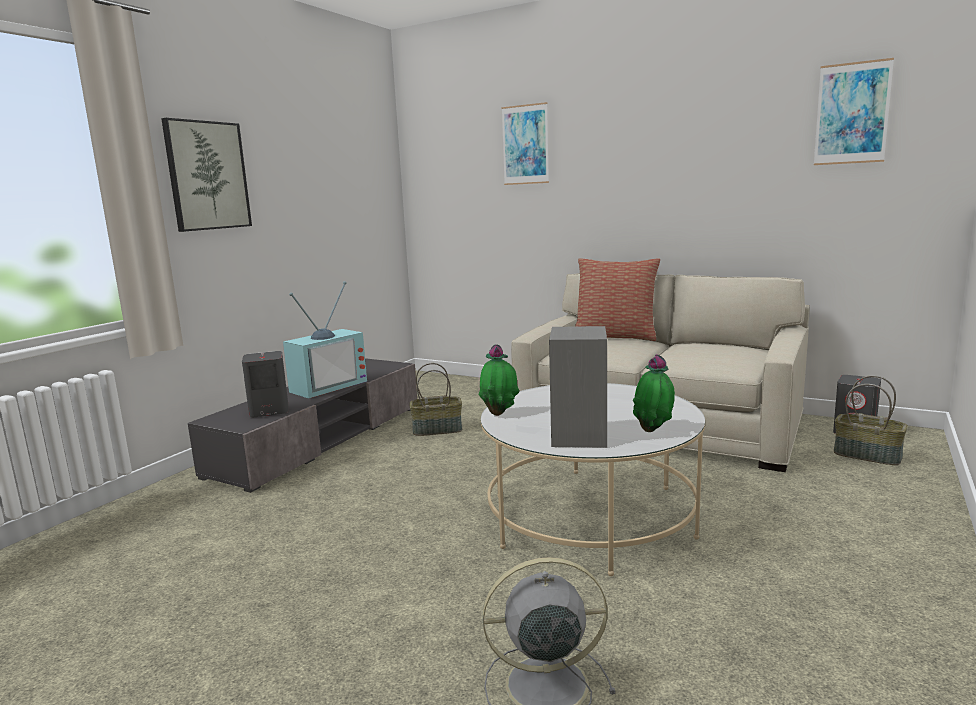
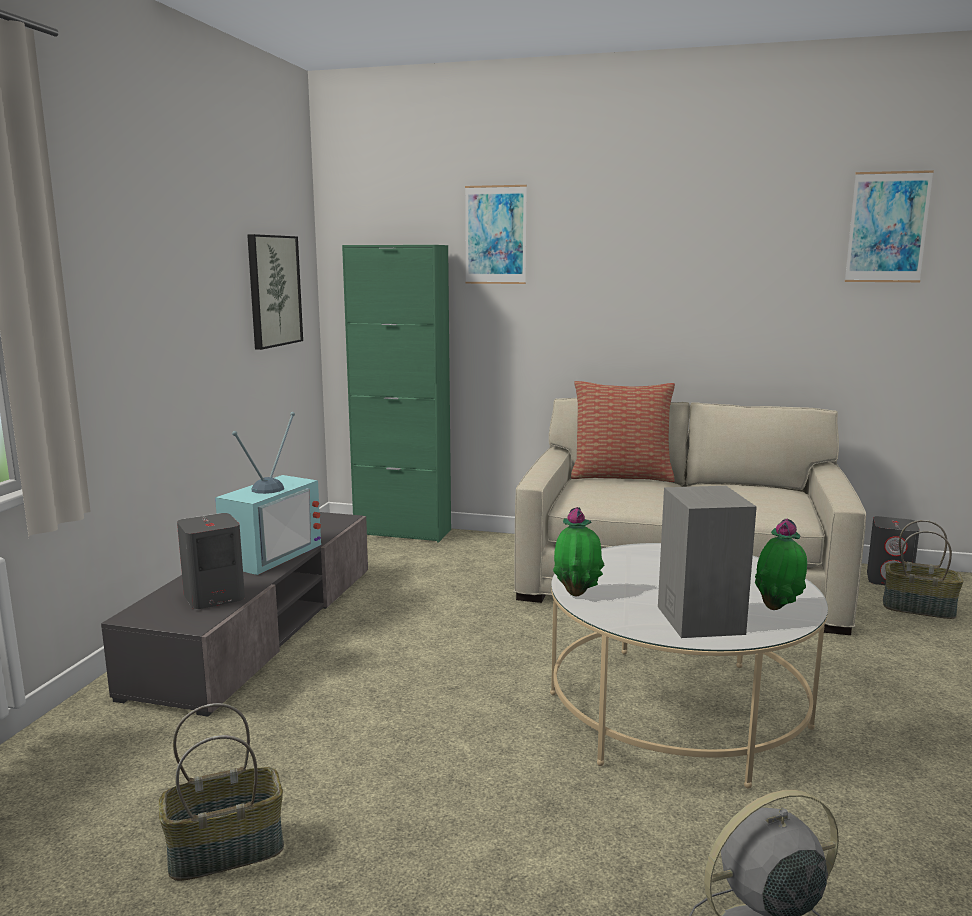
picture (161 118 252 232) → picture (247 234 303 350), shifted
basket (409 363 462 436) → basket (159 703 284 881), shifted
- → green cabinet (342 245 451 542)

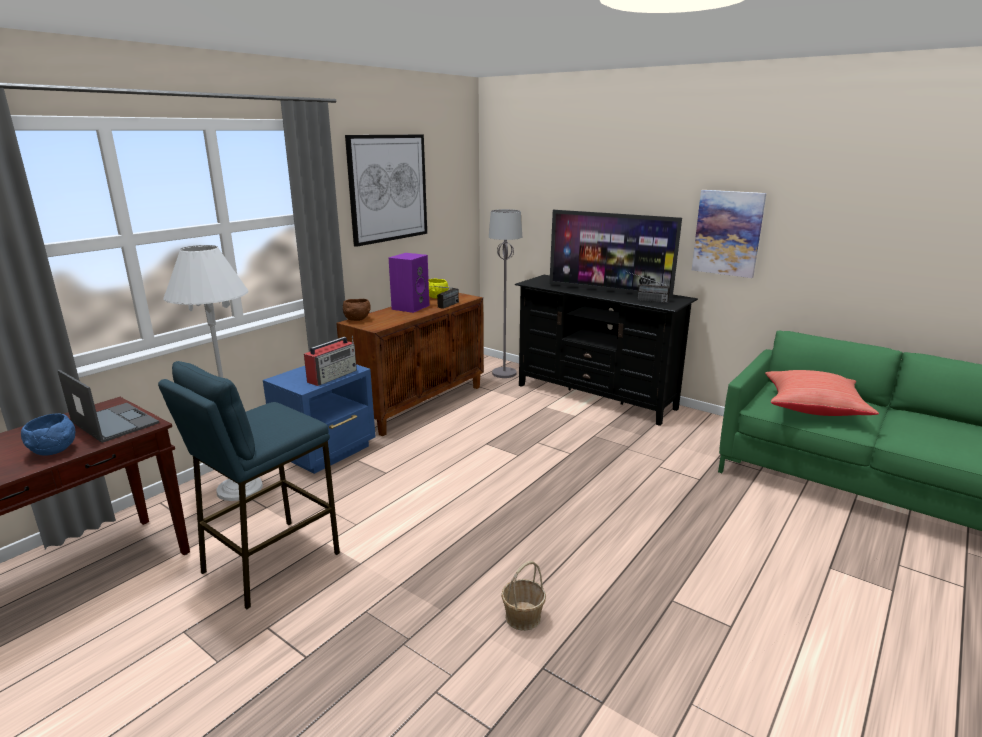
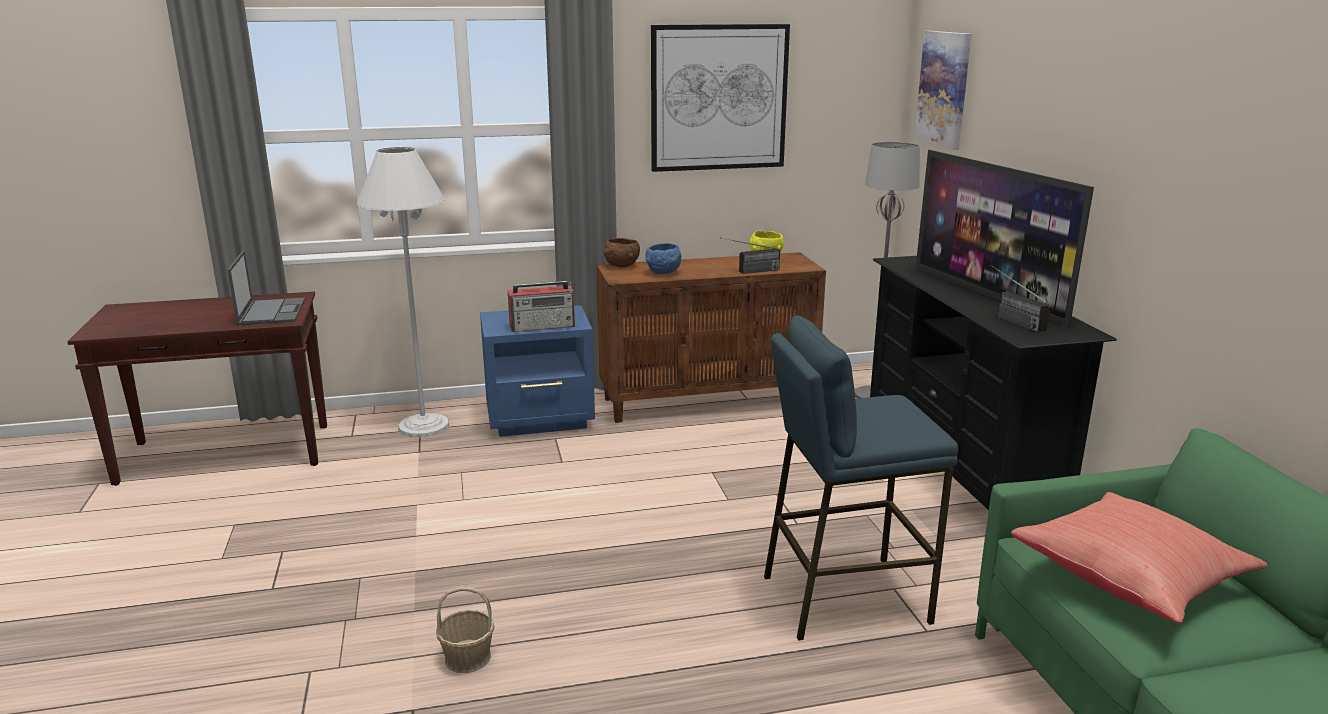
blue bowl (21 413 75 456) → blue bowl (645 243 681 274), shifted
blue stool (158 361 340 609) → blue stool (764 315 958 641), shifted
purple speaker (389 253 429 313) → -
picture (692 190 766 278) → picture (914 31 972 150), shifted

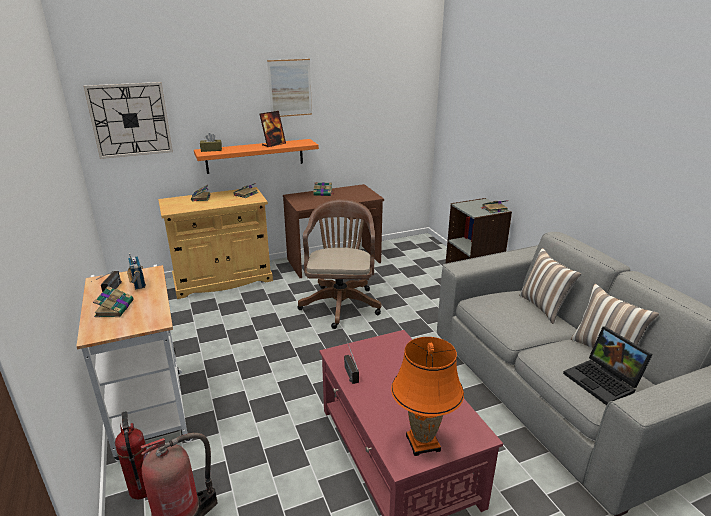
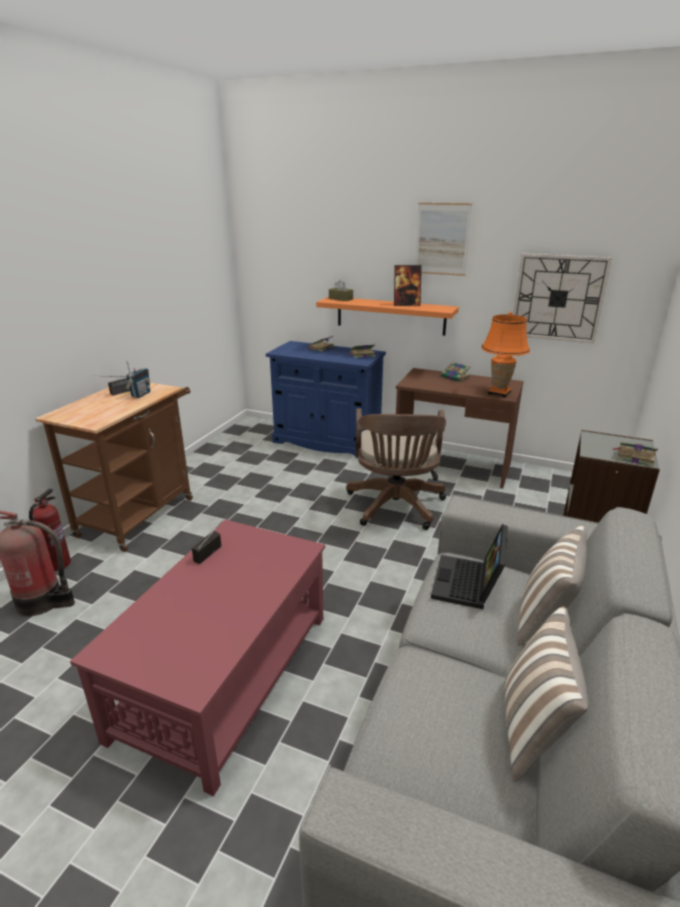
white cart (76 265 193 462) → brown cart (35 383 193 552)
wall clock (83 82 173 159) → wall clock (513 254 612 344), shifted
book (93 286 133 317) → -
beige cabinet (158 187 273 299) → blue cabinet (266 341 386 458)
brown office chair (297 200 382 329) → brown office chair (346 409 446 530), 135 degrees clockwise
orange table lamp (391 337 464 456) → orange table lamp (481 312 530 398), shifted
laptop (563 326 653 405) → laptop (431 524 508 609), shifted

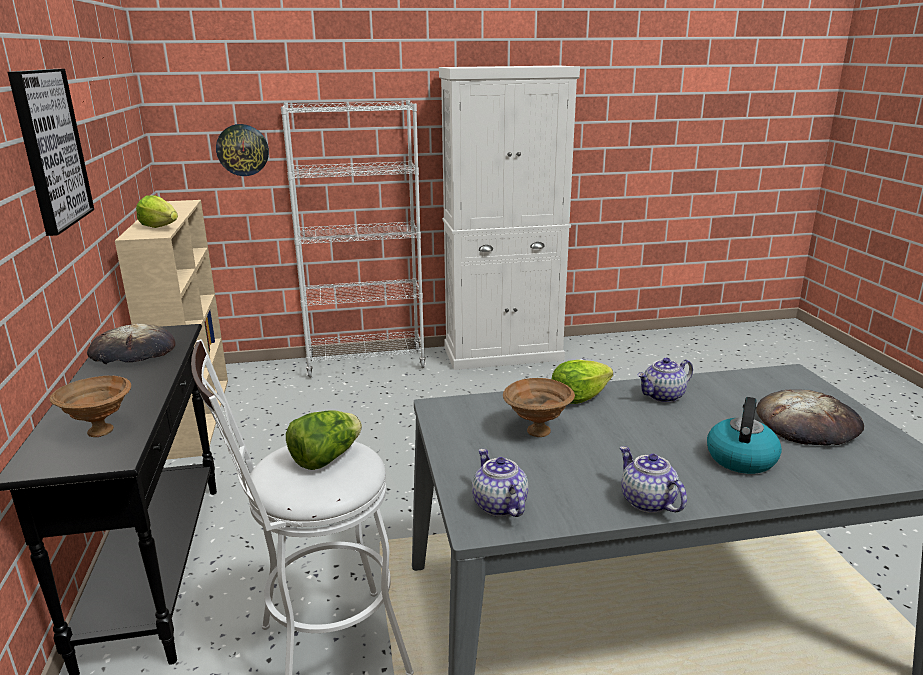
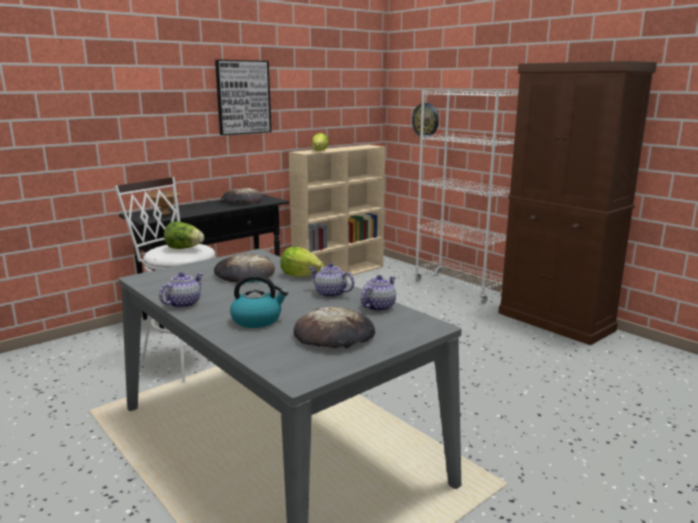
white cabinet (439 66 580 370) → brown cabinet (498 61 657 345)
teapot (472 449 528 517) → teapot (361 275 396 312), shifted
brown bowl (503 378 575 437) → bread (214 253 275 282)

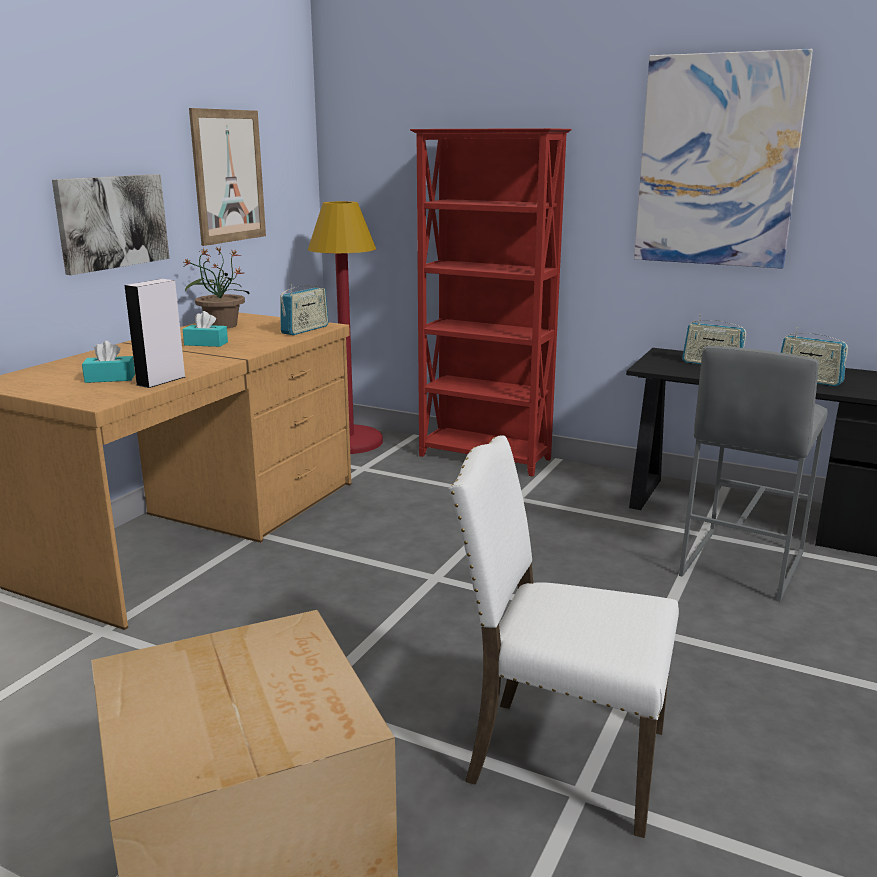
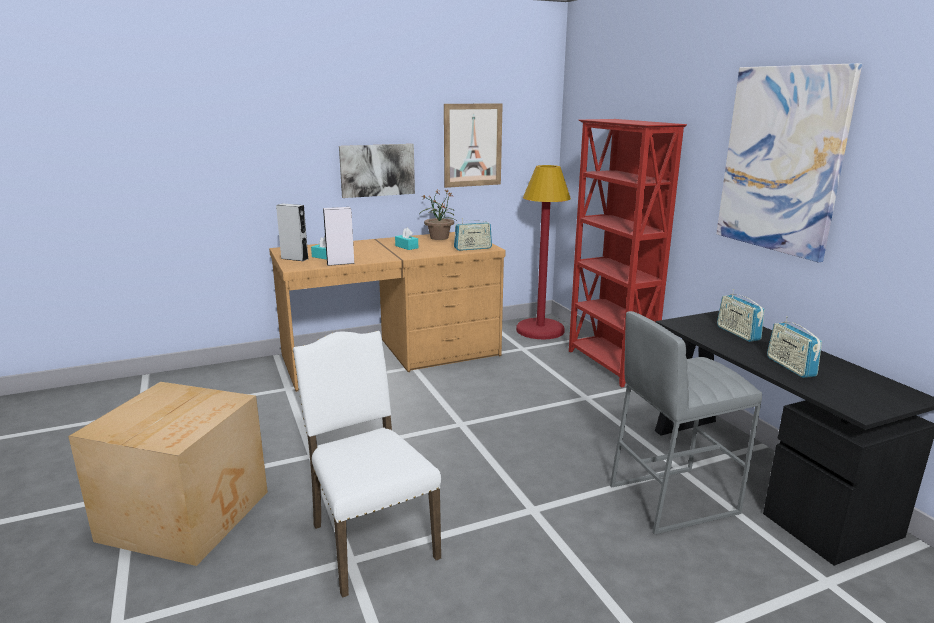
- → grey speaker (276 203 308 261)

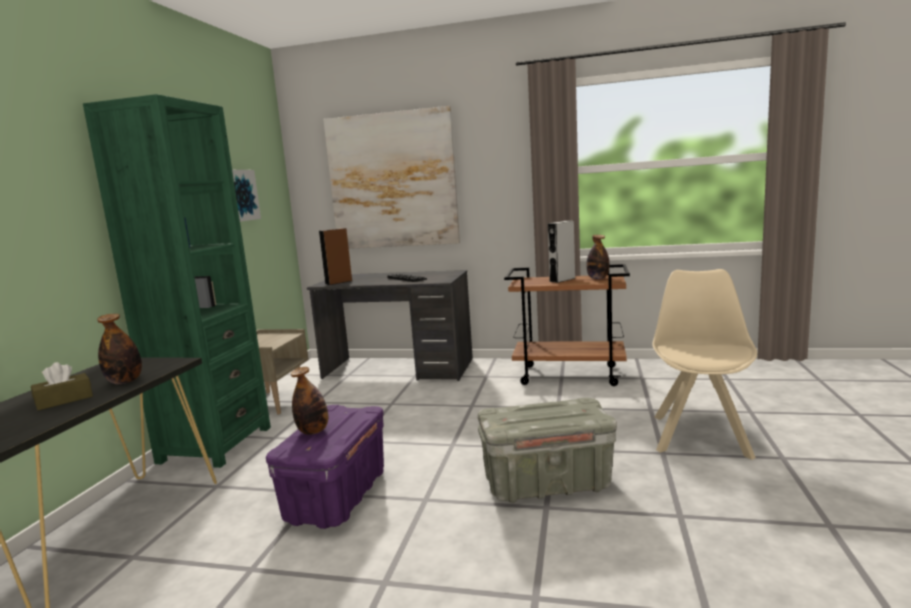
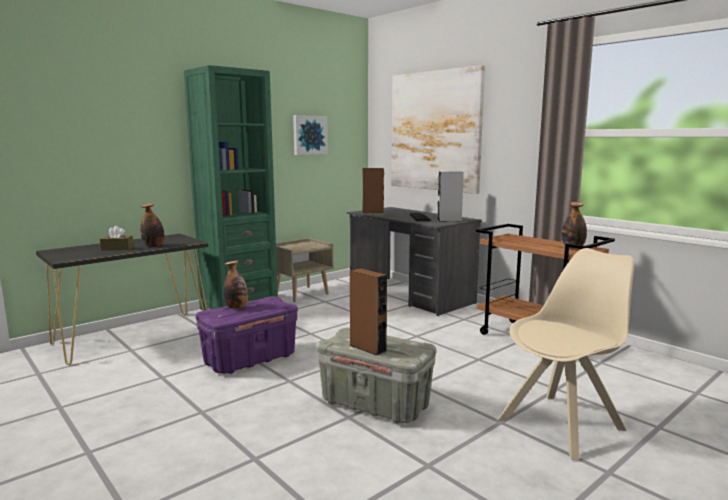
grey speaker (548 221 575 283) → grey speaker (437 171 464 222), shifted
- → brown speaker (350 268 387 356)

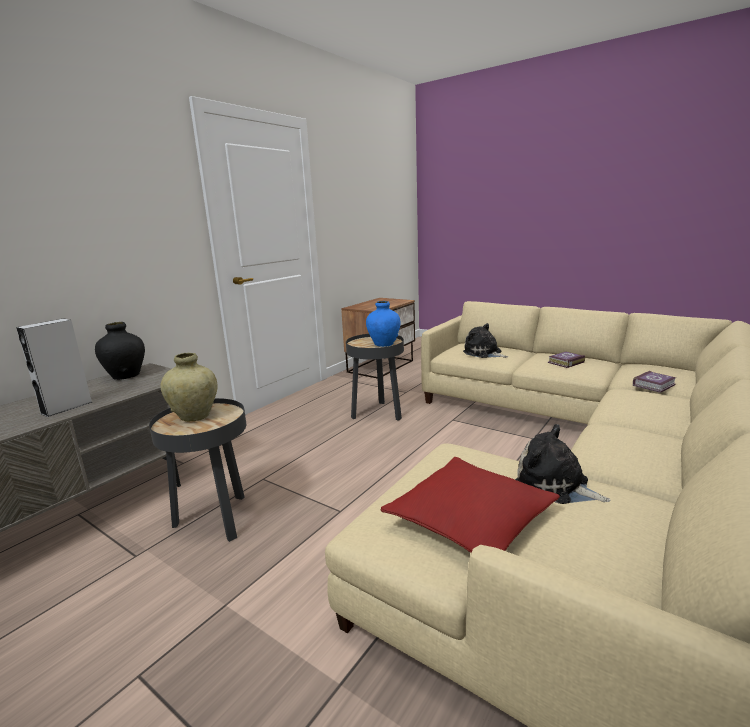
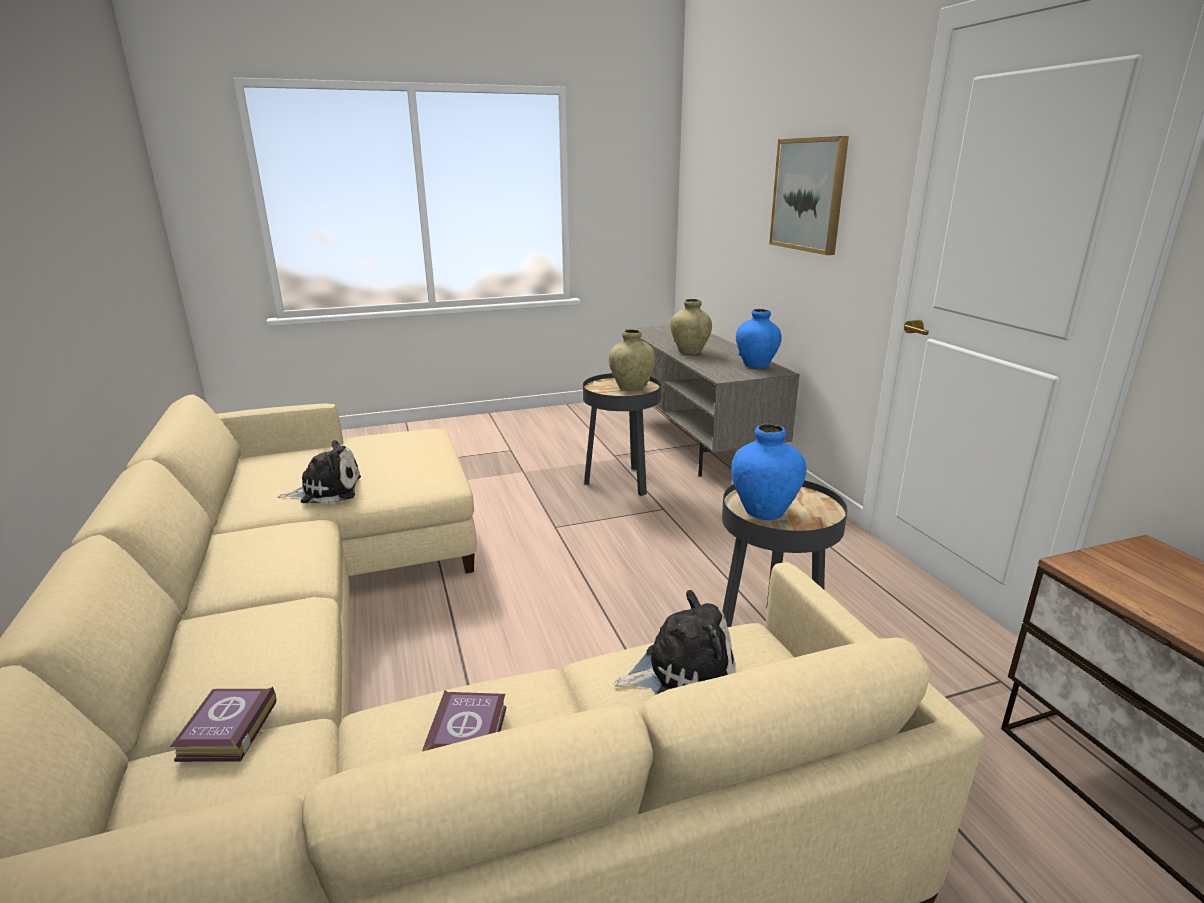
grey speaker (16 319 92 417) → beige vase (670 299 712 354)
black vase (95 322 145 380) → blue vase (736 309 782 368)
red pillow (380 457 560 553) → -
- → picture (769 136 849 255)

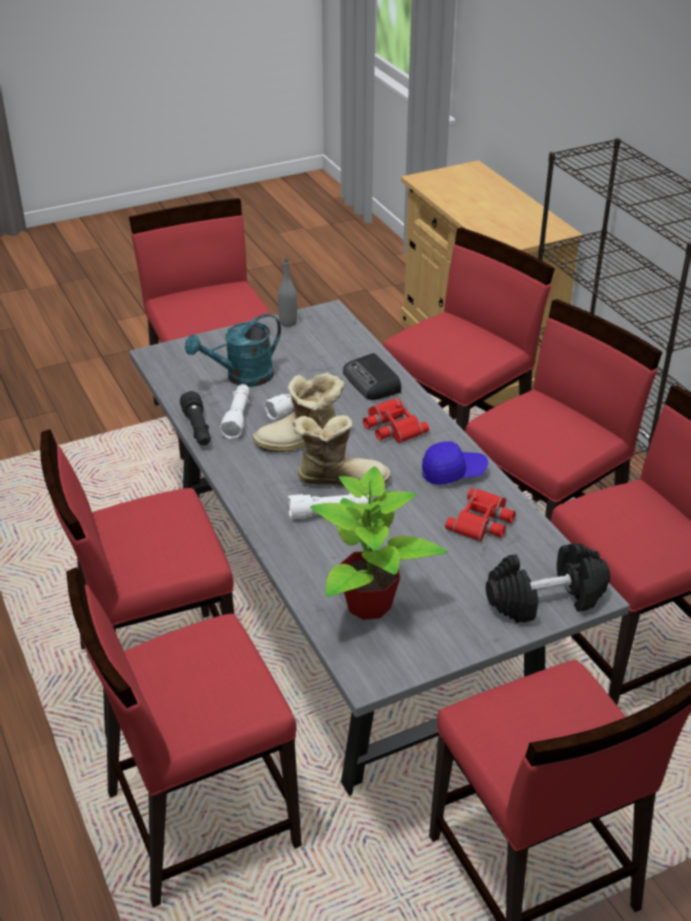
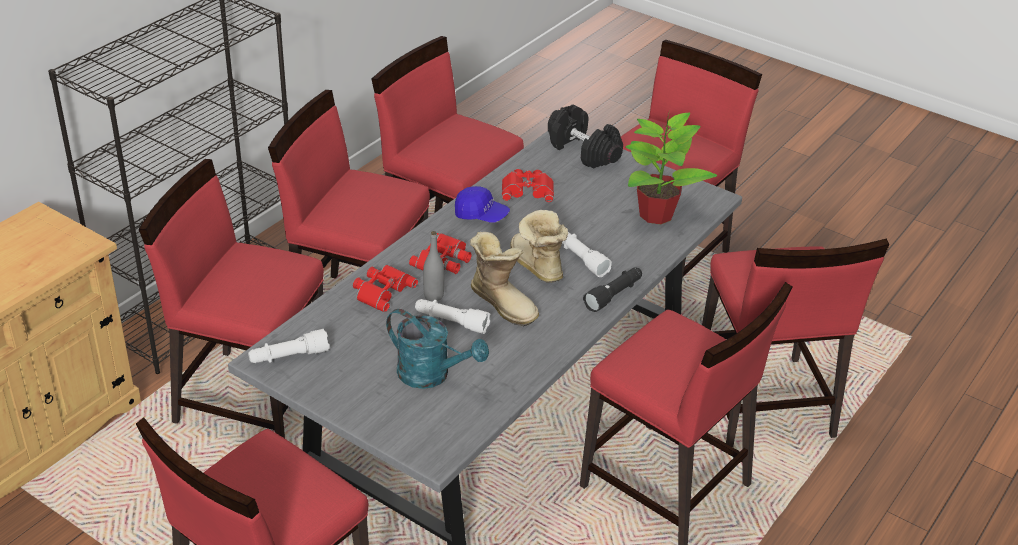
red chair (66 567 302 907) → red chair (702 239 890 447), 45 degrees clockwise
black flashlight (180 391 211 446) → black flashlight (583 268 642 312), shifted
white flashlight (220 384 250 439) → white flashlight (248 329 330 363), shifted
grey bottle (278 258 297 327) → grey bottle (423 231 444 302), shifted
radio (343 353 401 400) → red binoculars (353 264 418 312)
blue cap (422 441 488 485) → blue cap (455 186 510 223), 150 degrees clockwise

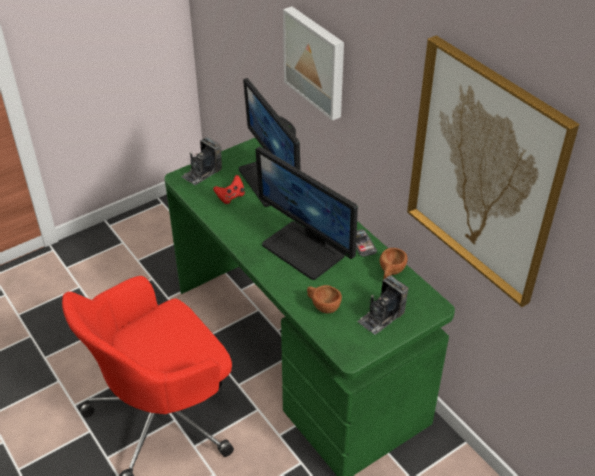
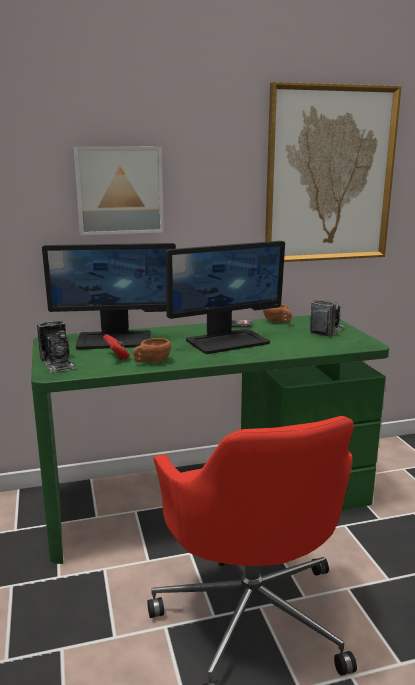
brown cup (307 285 342 313) → brown cup (133 338 171 363), shifted
photo camera (357 276 408 335) → photo camera (310 300 345 337), 120 degrees counterclockwise

